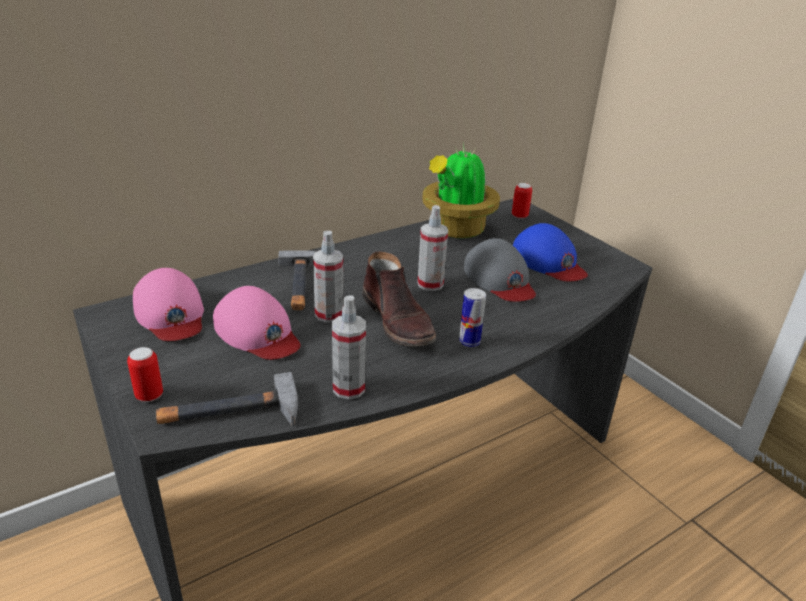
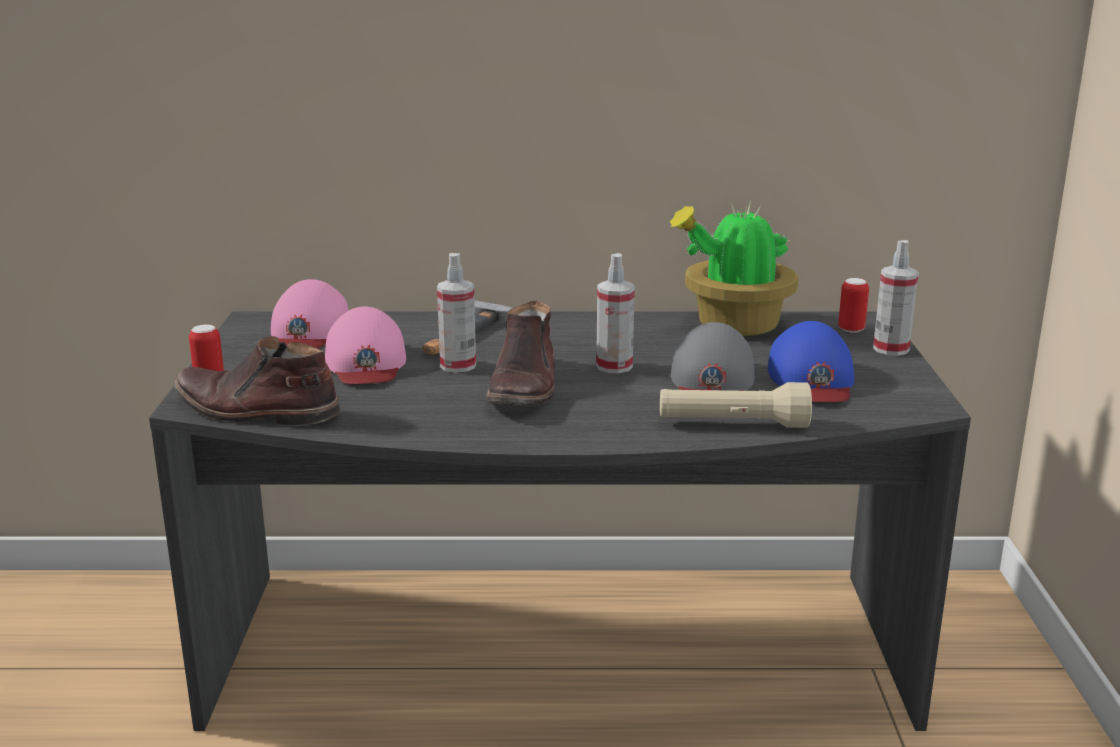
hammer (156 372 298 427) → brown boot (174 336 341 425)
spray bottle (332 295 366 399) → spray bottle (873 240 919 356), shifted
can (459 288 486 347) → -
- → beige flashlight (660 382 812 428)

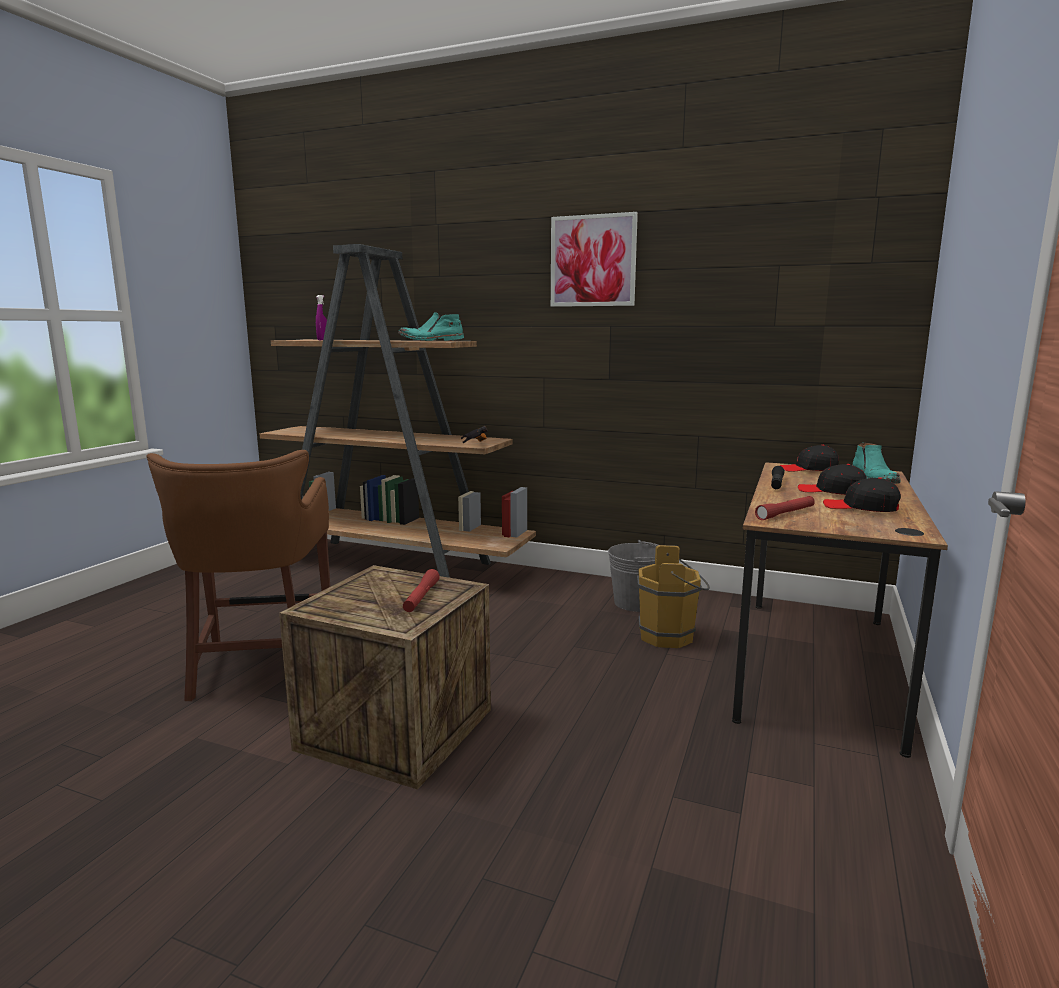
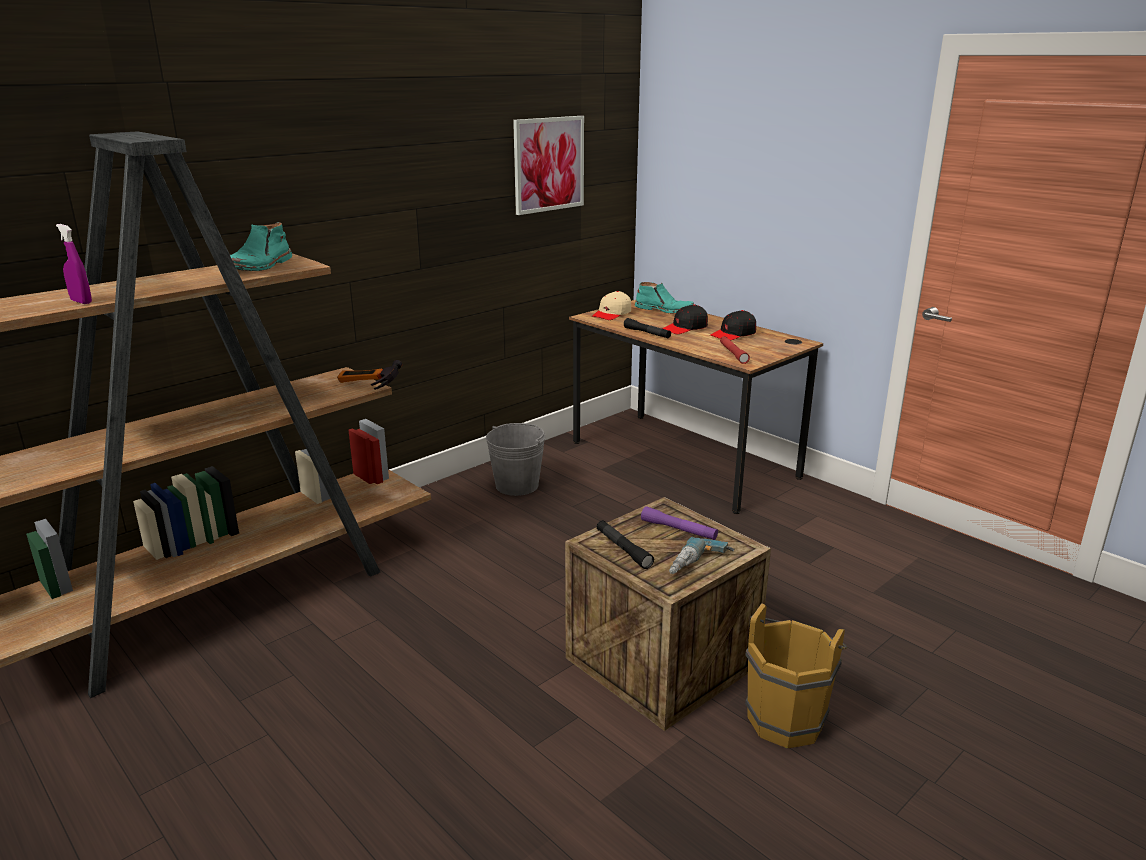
brown stool (147 450 330 701) → -
red flashlight (403 569 440 612) → purple flashlight (641 506 718 540)
picture (551 212 638 307) → picture (513 116 584 215), shifted
brown bucket (637 545 710 648) → brown bucket (745 603 847 748), shifted
black cap (780 445 839 472) → beige cap (592 291 631 320)
- → black flashlight (597 520 654 569)
- → power drill (669 537 734 574)

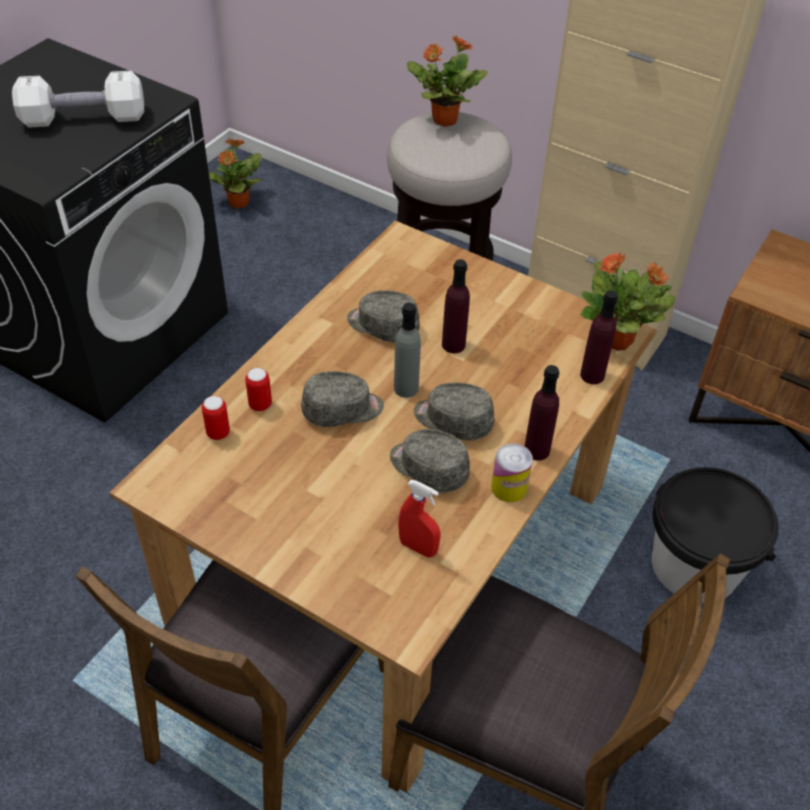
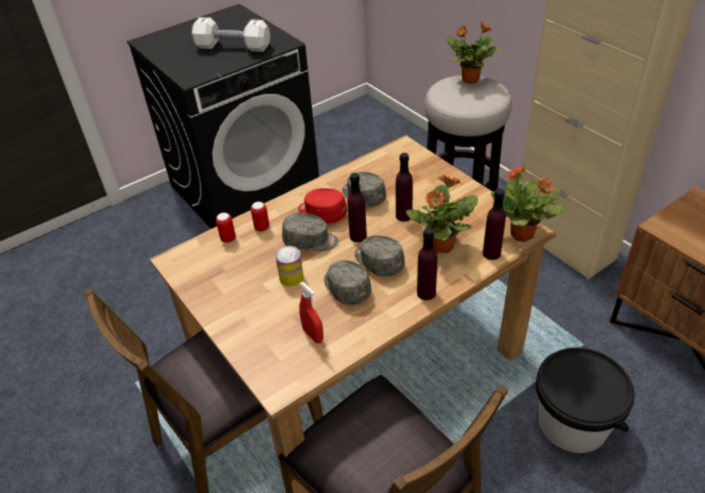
potted plant (209 138 262 208) → potted plant (406 174 478 253), shifted
grey bottle (394 303 421 398) → purple bottle (347 173 367 242)
can (491 443 533 502) → can (275 246 304 287), shifted
- → red cap (298 188 347 223)

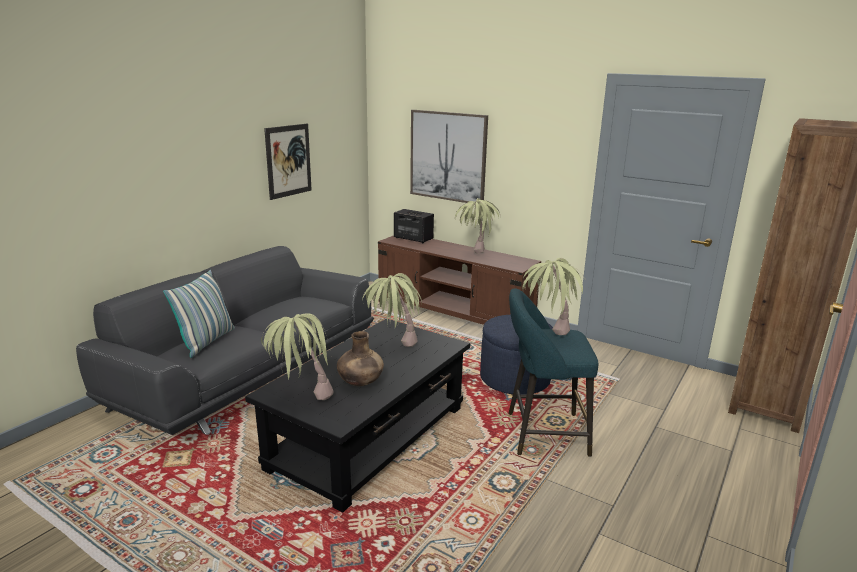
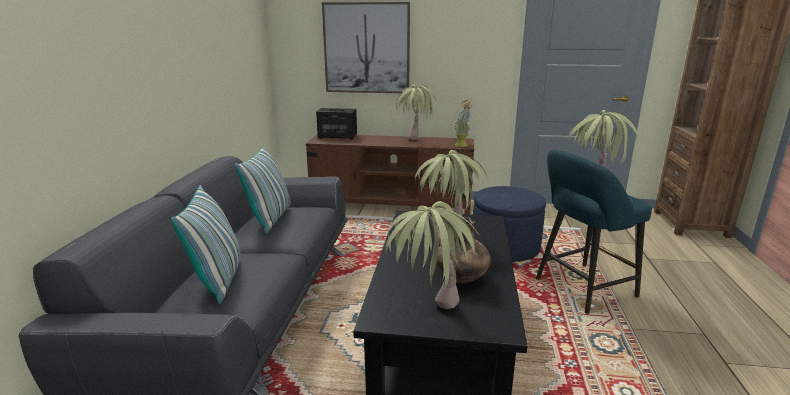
picture (264 124 312 200) → -
- → pillow (235 146 291 234)
- → potted plant (454 100 472 147)

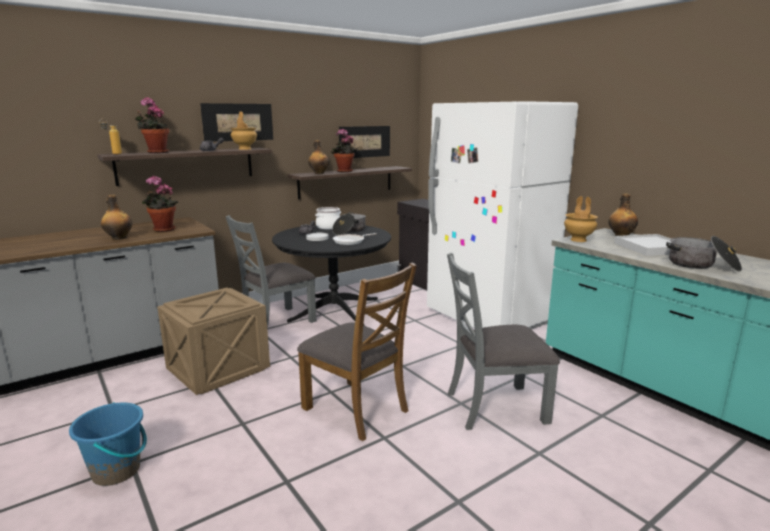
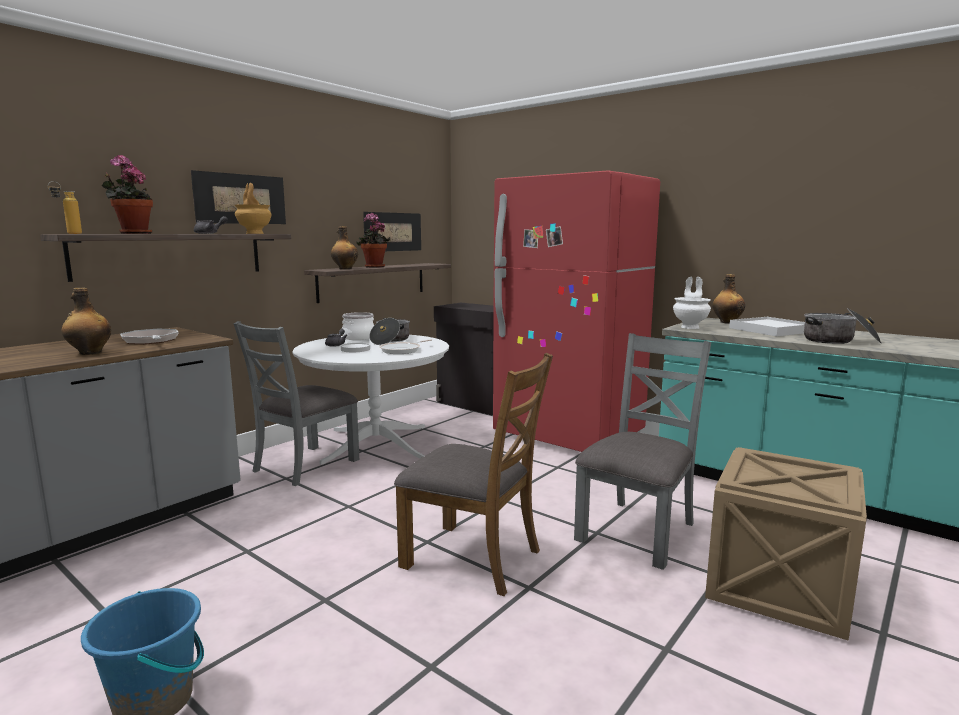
potted plant (142 175 178 232) → frying pan (120 329 178 345)
crate (157 288 270 395) → crate (705 447 867 641), shifted
black dining table (272 225 391 325) → white dining table (292 335 449 465)
white fridge (427 101 578 330) → red fridge (493 170 660 452)
grey chair (447 253 560 430) → grey chair (574 333 711 570), 150 degrees clockwise
brown vase (564 196 598 242) → white vase (673 277 711 329)

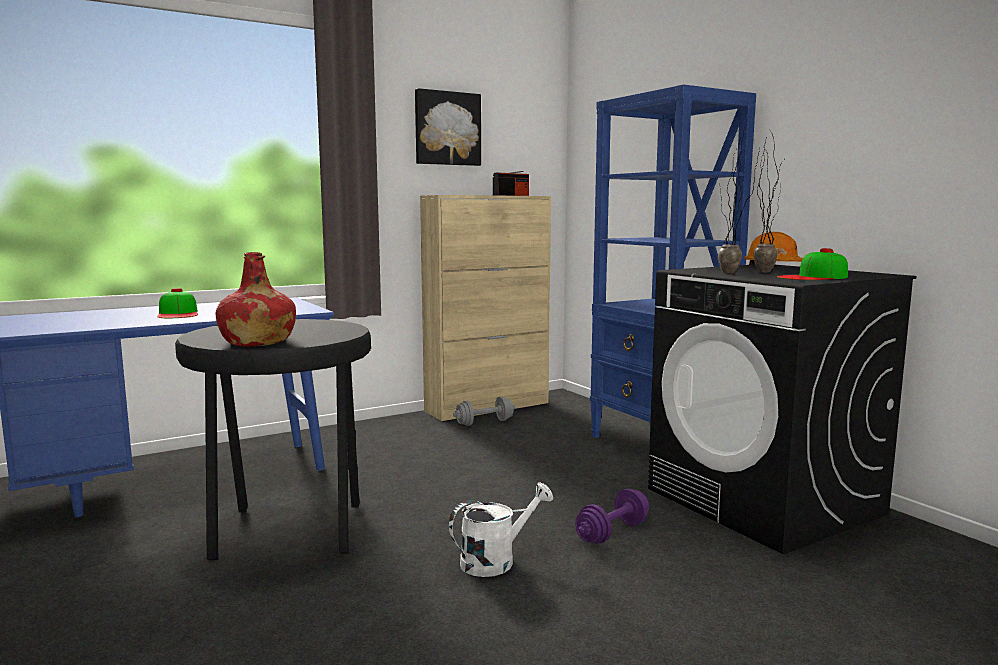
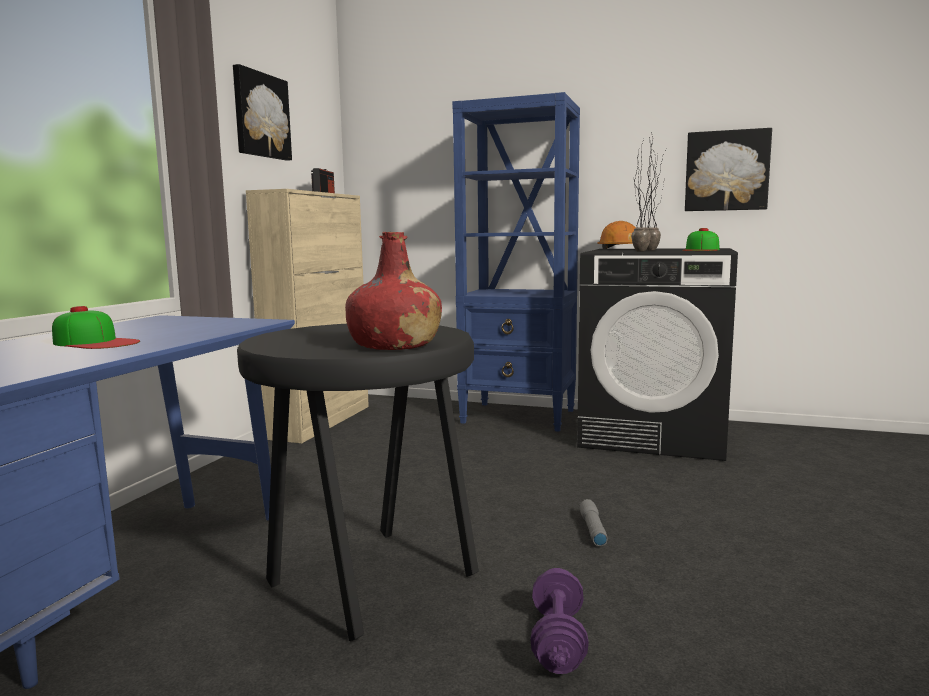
white watering can (449 483 553 577) → grey flashlight (579 499 608 546)
grey dumbbell (453 397 515 426) → -
purple dumbbell (575 489 649 544) → purple dumbbell (531 568 589 674), shifted
- → picture (685 128 772 211)

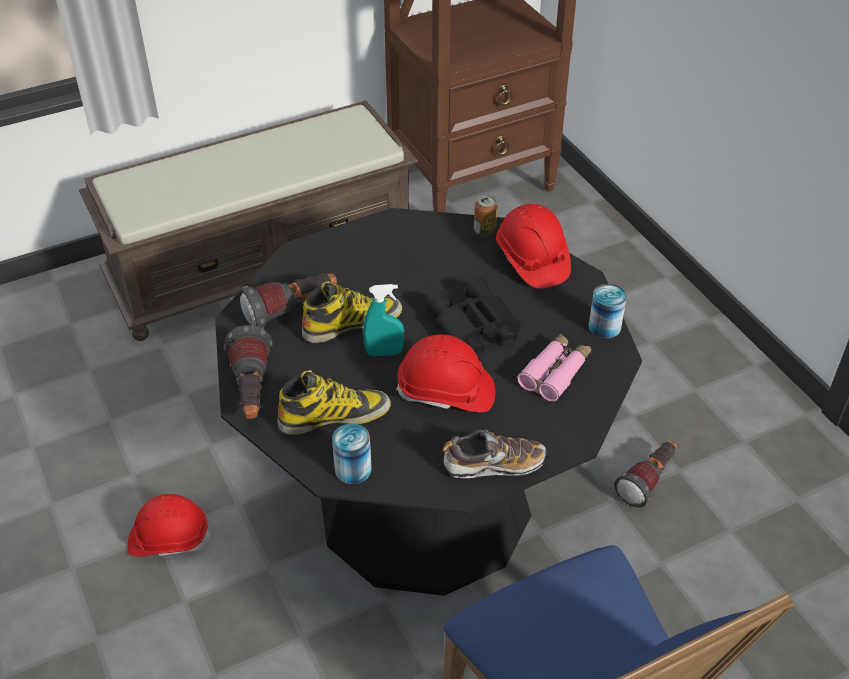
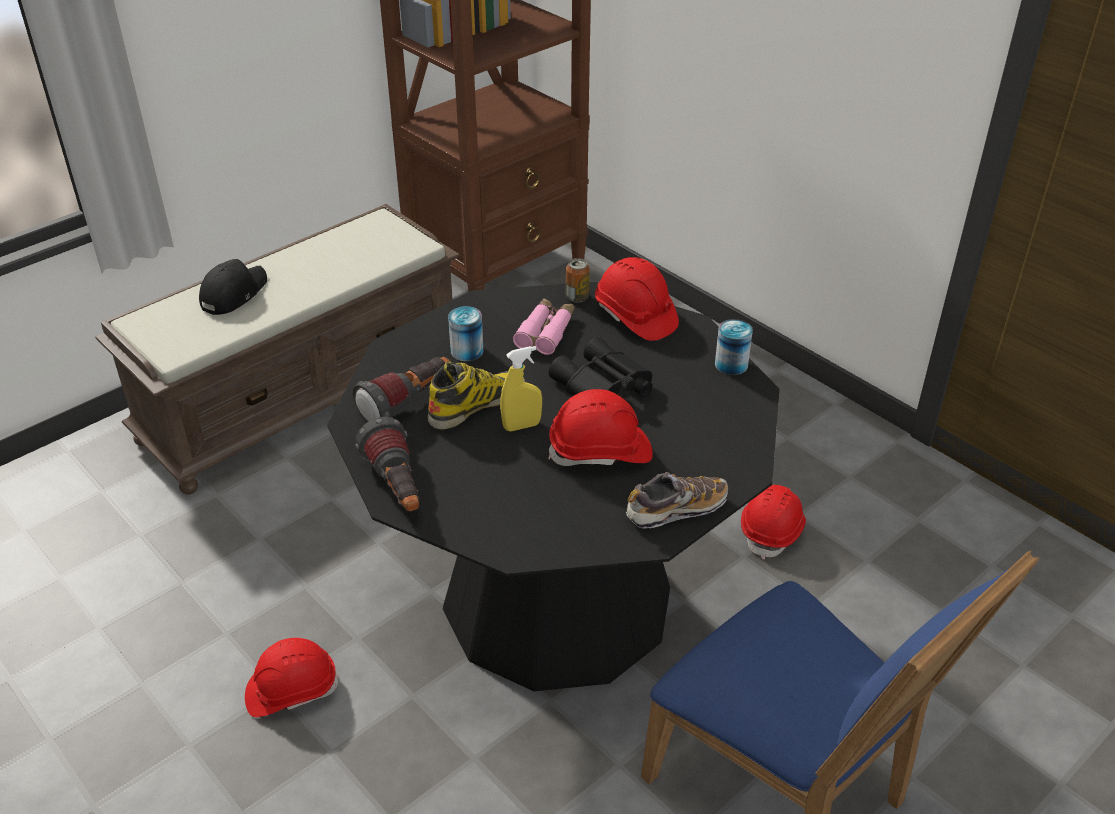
boot (277 370 391 435) → -
can (332 424 372 484) → can (448 306 483 361), shifted
turquoise spray bottle (363 284 404 356) → yellow spray bottle (500 346 542 431)
pink binoculars (517 334 591 402) → pink binoculars (513 298 575 355), shifted
flashlight (614 440 677 508) → red hard hat (741 485 806 560)
- → black cap (199 259 267 315)

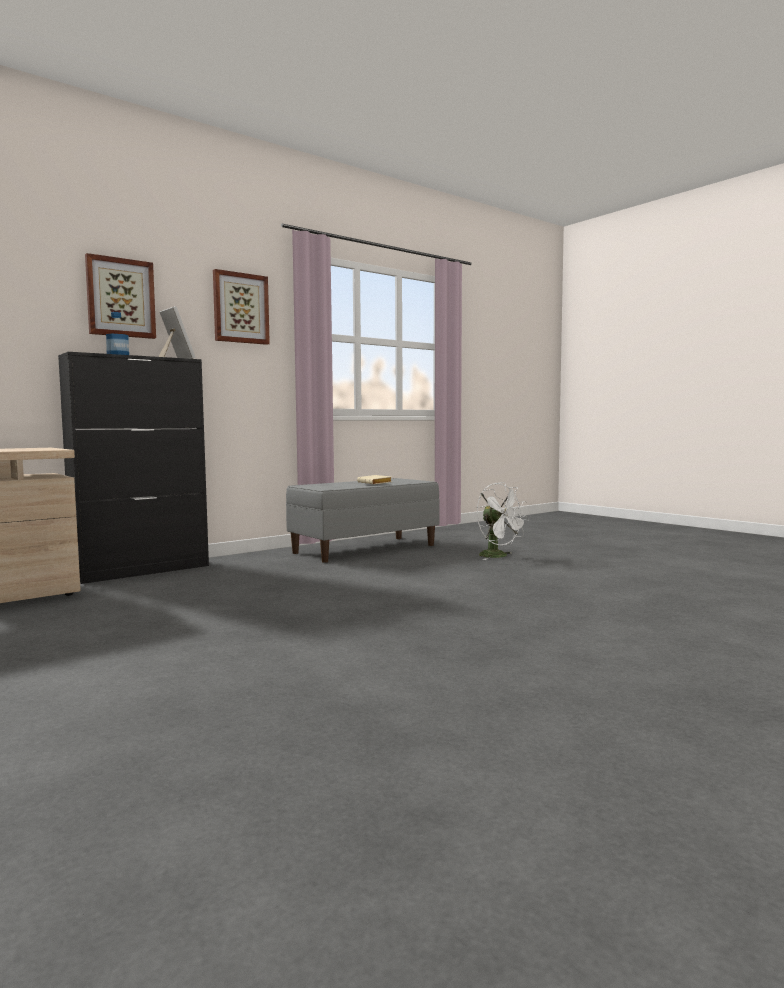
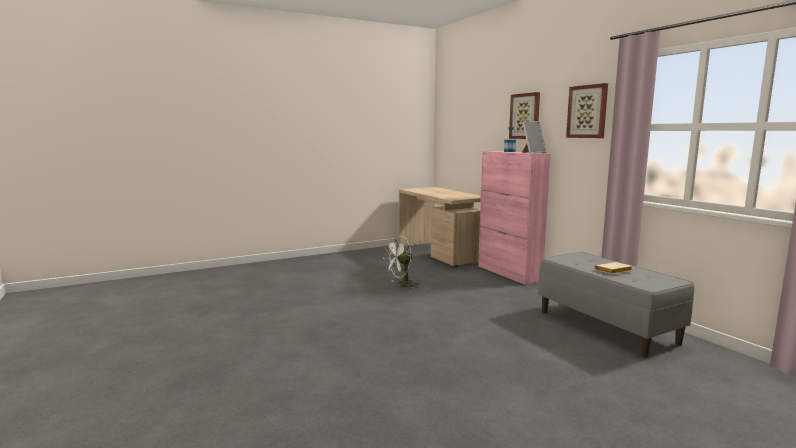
black cabinet (58 352 209 584) → pink cabinet (478 151 551 285)
white fan (477 482 529 560) → white fan (383 236 419 289), shifted

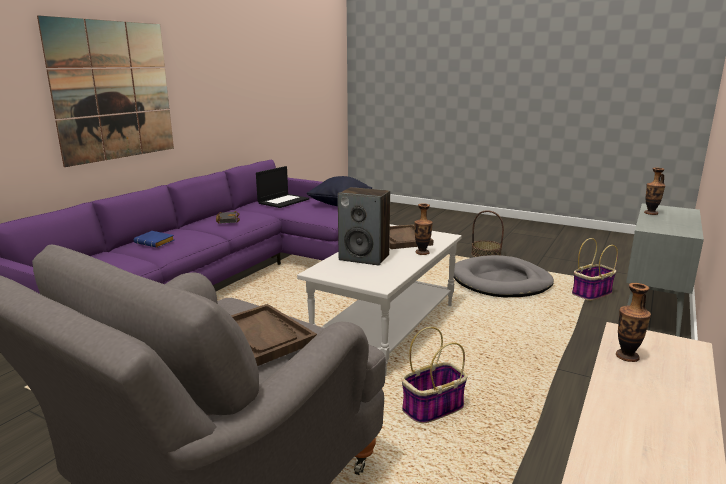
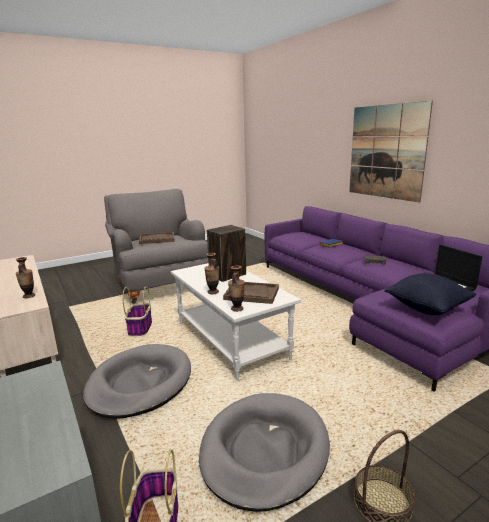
vase (644 167 665 215) → vase (228 266 245 312), shifted
- → grey dog bed (83 344 191 419)

